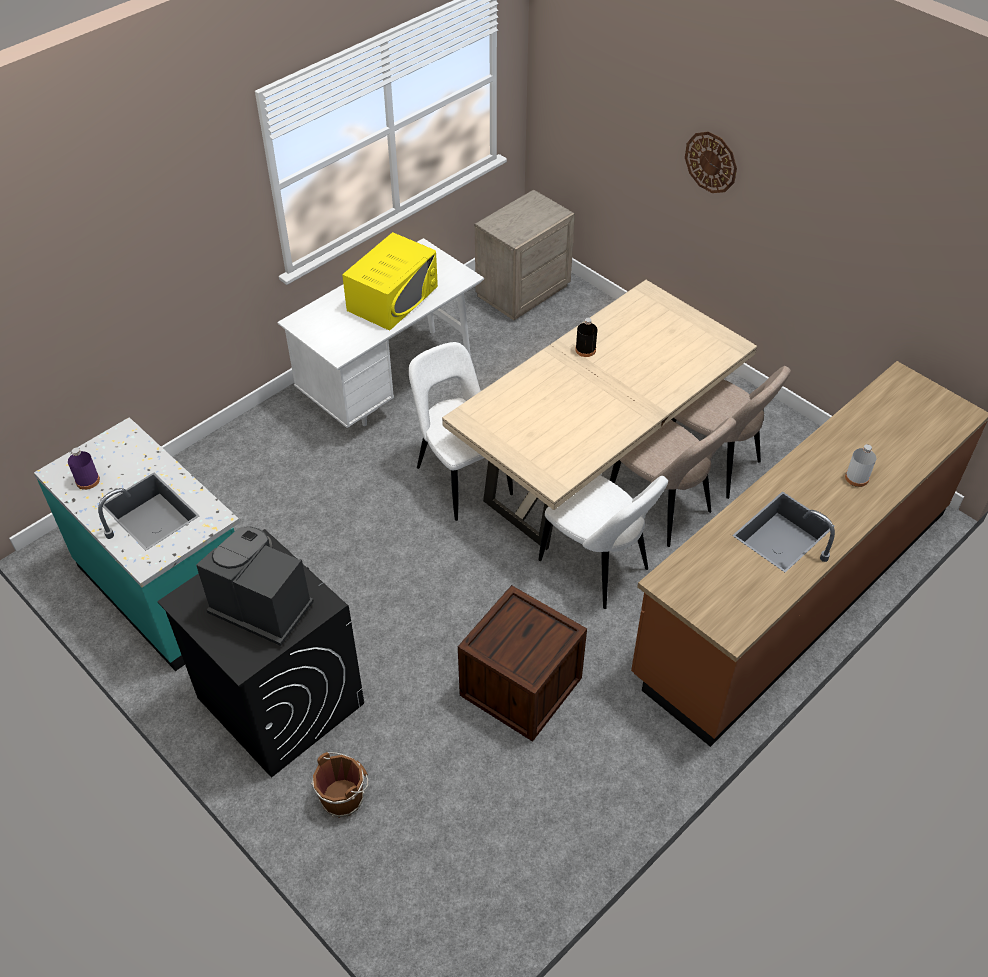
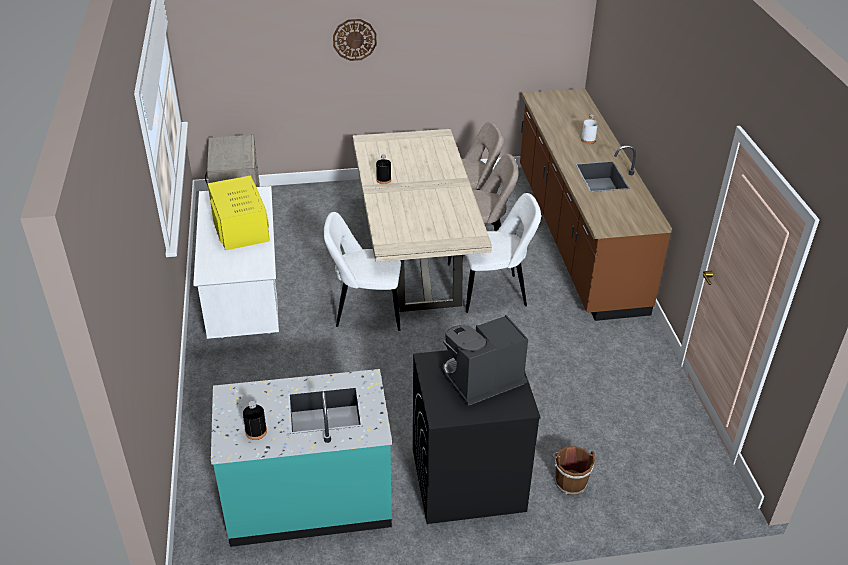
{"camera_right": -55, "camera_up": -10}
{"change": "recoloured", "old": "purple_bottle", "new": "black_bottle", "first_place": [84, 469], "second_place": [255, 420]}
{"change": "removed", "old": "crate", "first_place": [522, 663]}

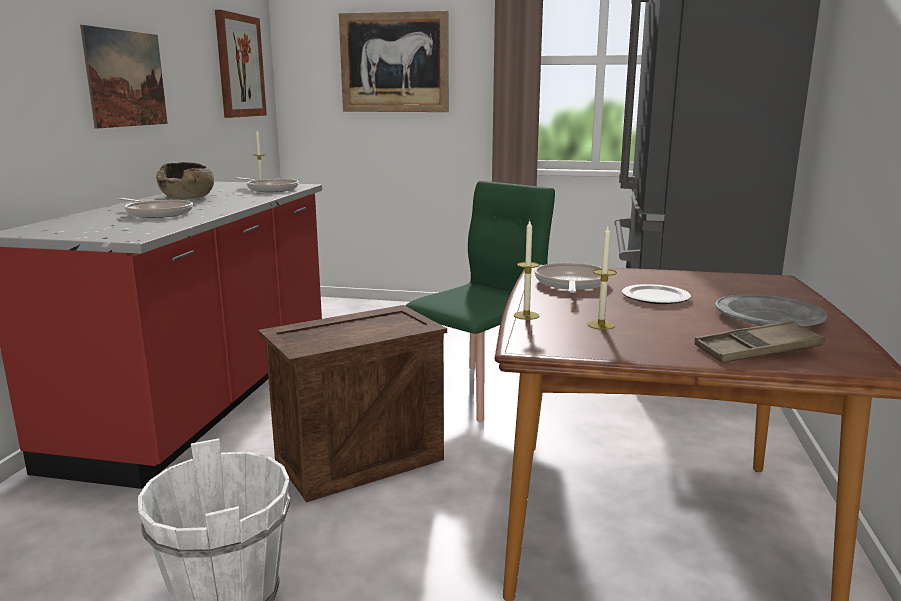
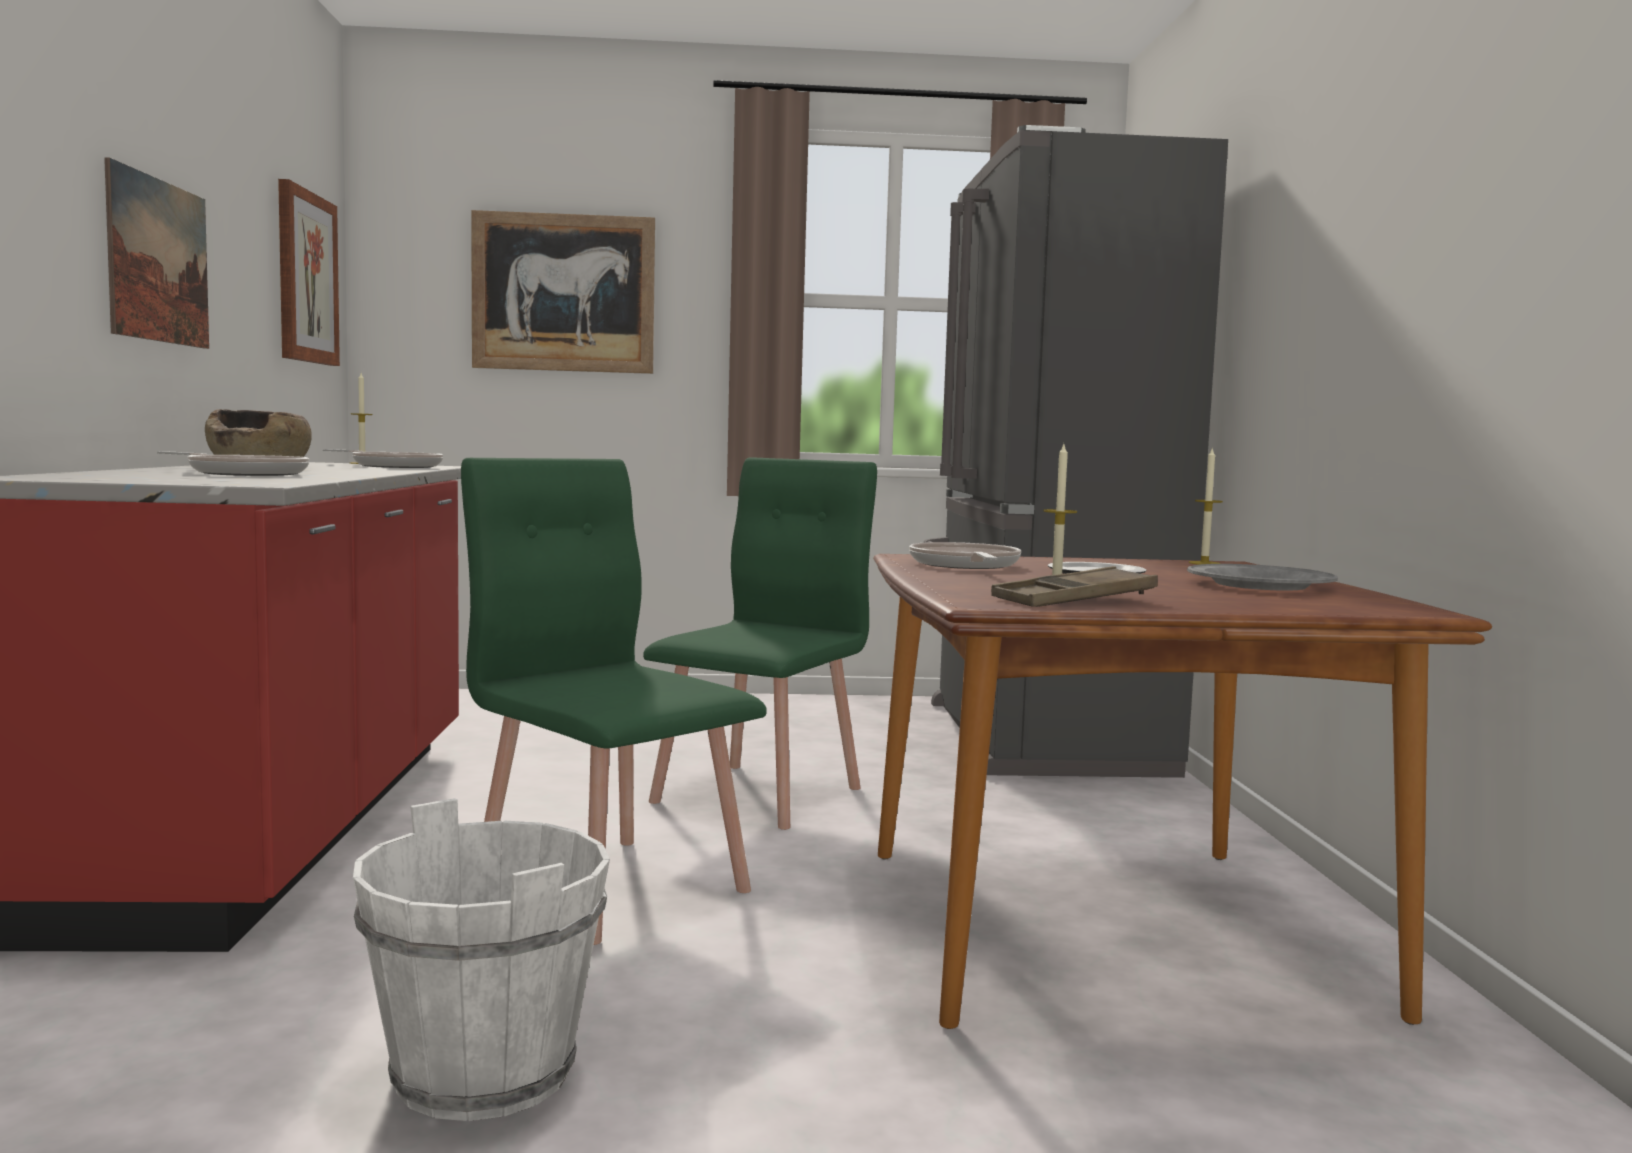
{"camera_right": -15, "camera_up": -10}
{"change": "replaced", "old": "crate", "new": "green_chair", "first_place": [352, 403], "second_place": [614, 701]}
{"change": "moved", "old": "brown_tray", "first_place": [760, 341], "second_place": [1074, 586]}
{"change": "moved", "old": "candle", "first_place": [527, 270], "second_place": [1206, 506]}

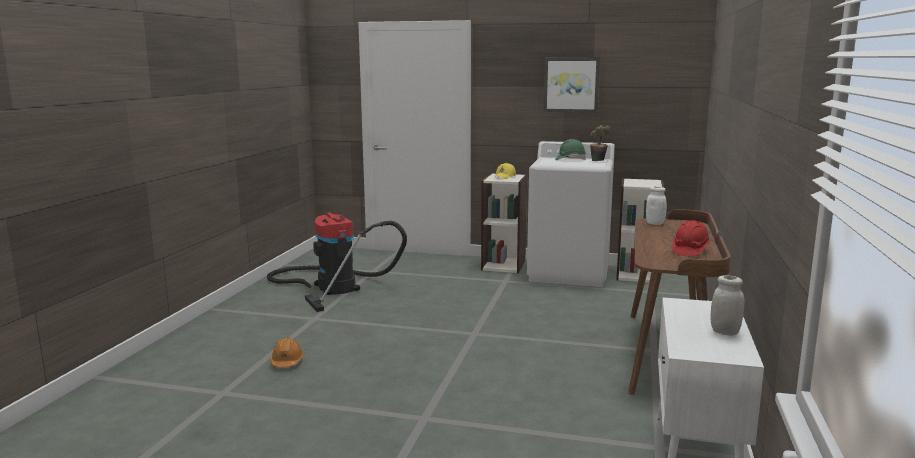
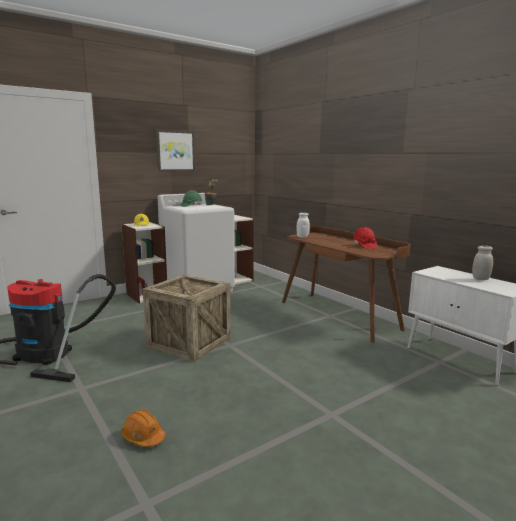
{"camera_right": -50, "camera_up": 0}
{"change": "added", "new": "crate", "second_place": [187, 318]}

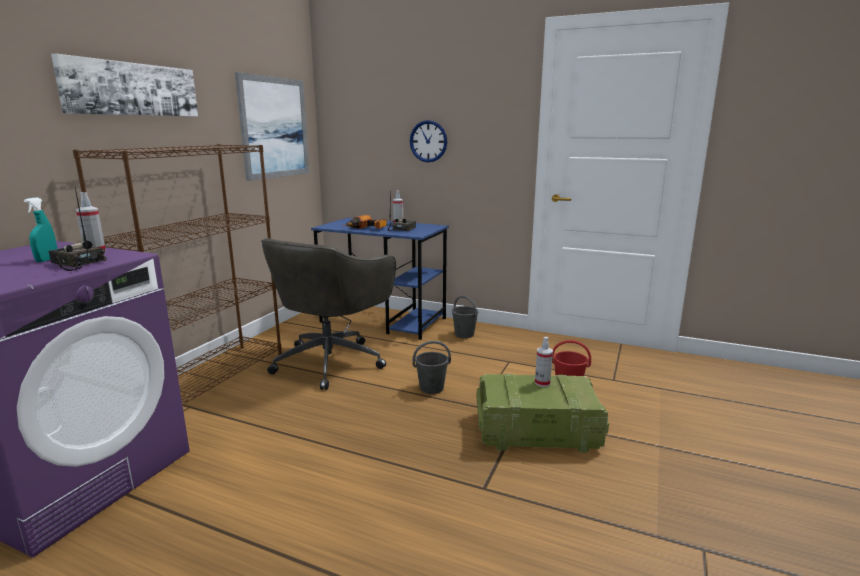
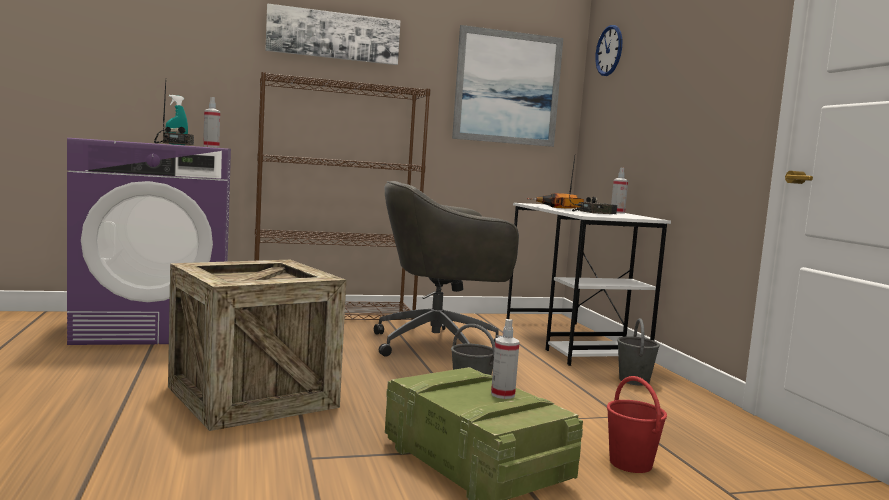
{"camera_right": 50, "camera_up": -10}
{"change": "added", "new": "crate", "second_place": [257, 345]}
{"change": "recoloured", "old": "blue_desk", "new": "white_desk", "first_place": [380, 279], "second_place": [589, 284]}
{"change": "moved", "old": "wall_clock", "first_place": [428, 141], "second_place": [608, 50]}

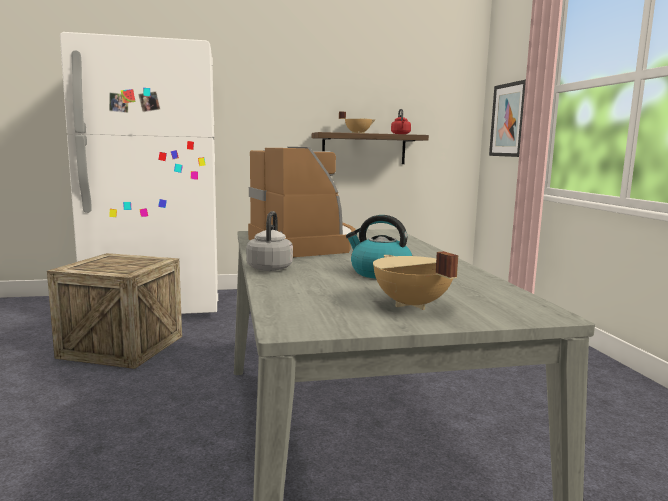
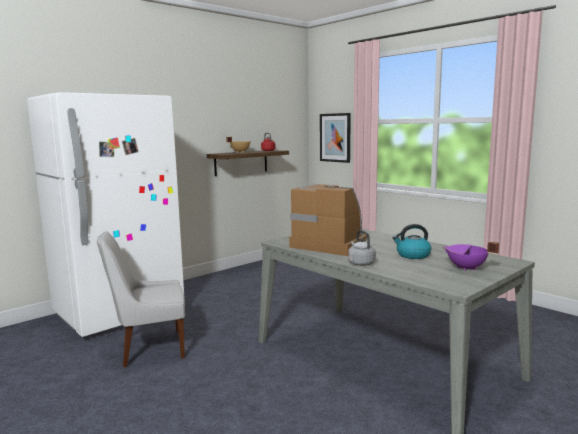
{"camera_right": -30, "camera_up": 0}
{"change": "replaced", "old": "crate", "new": "white_chair", "first_place": [114, 311], "second_place": [141, 299]}
{"change": "recoloured", "old": "beige_cooking_pot", "new": "purple_cooking_pot", "first_place": [415, 280], "second_place": [470, 256]}

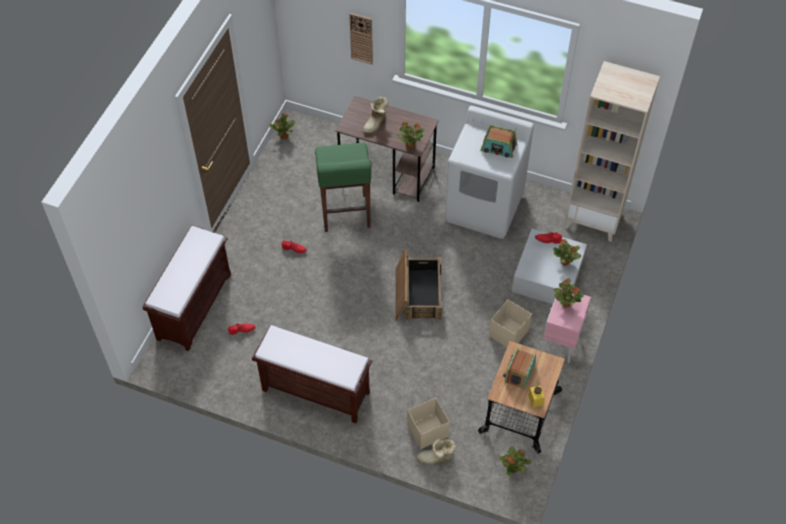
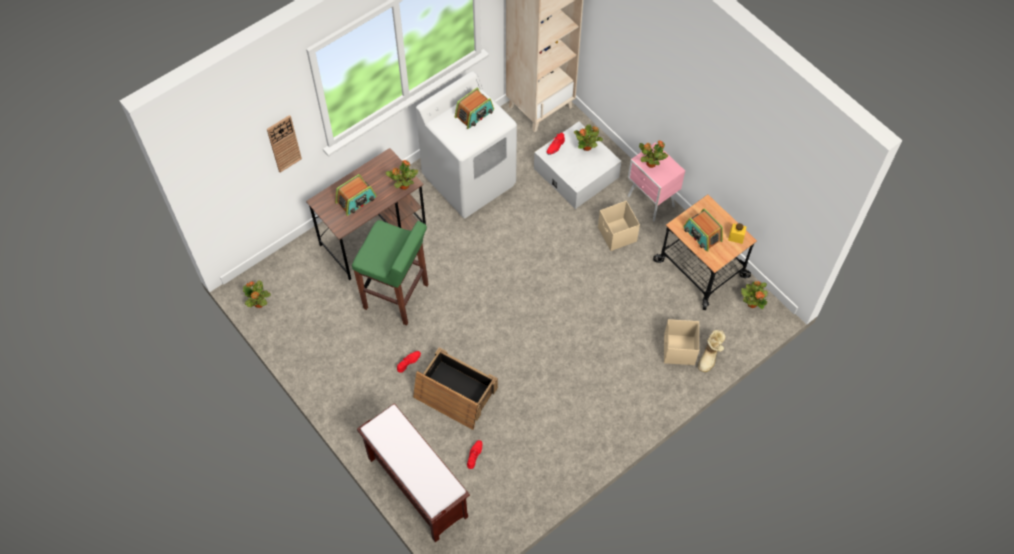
{"camera_right": -60, "camera_up": 5}
{"change": "replaced", "old": "boot", "new": "radio", "first_place": [375, 115], "second_place": [355, 195]}
{"change": "moved", "old": "crate", "first_place": [419, 285], "second_place": [455, 389]}
{"change": "removed", "old": "brown_bench", "first_place": [312, 374]}

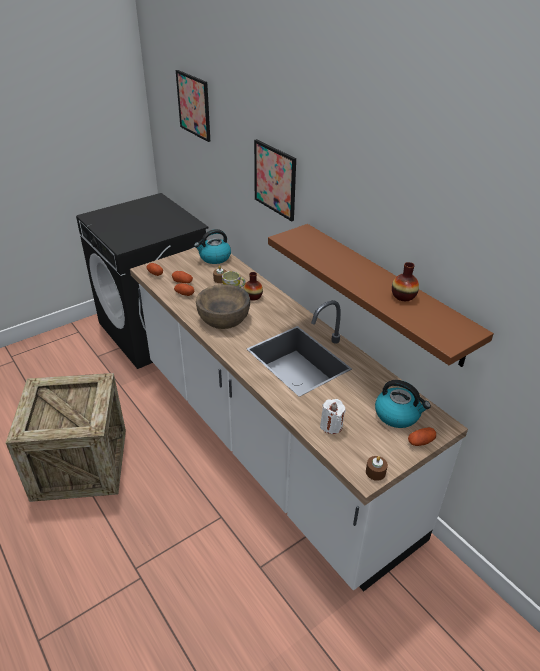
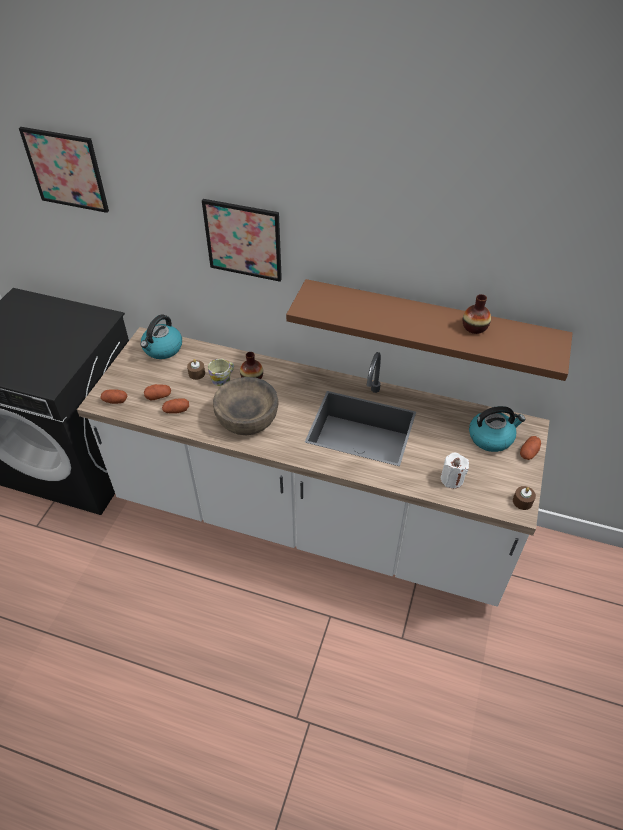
{"camera_right": -35, "camera_up": 10}
{"change": "removed", "old": "crate", "first_place": [66, 437]}

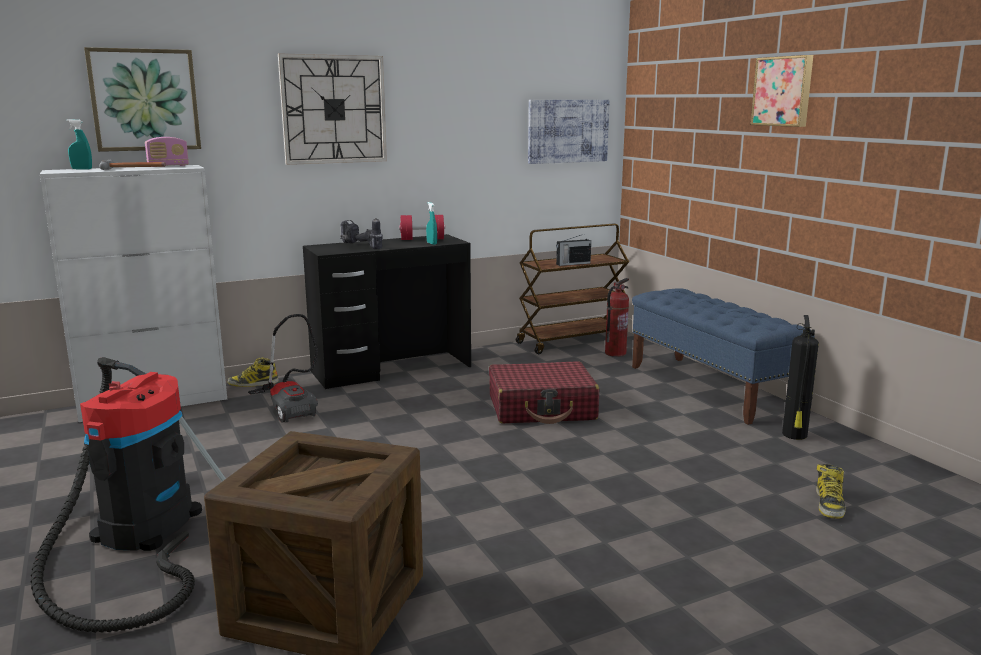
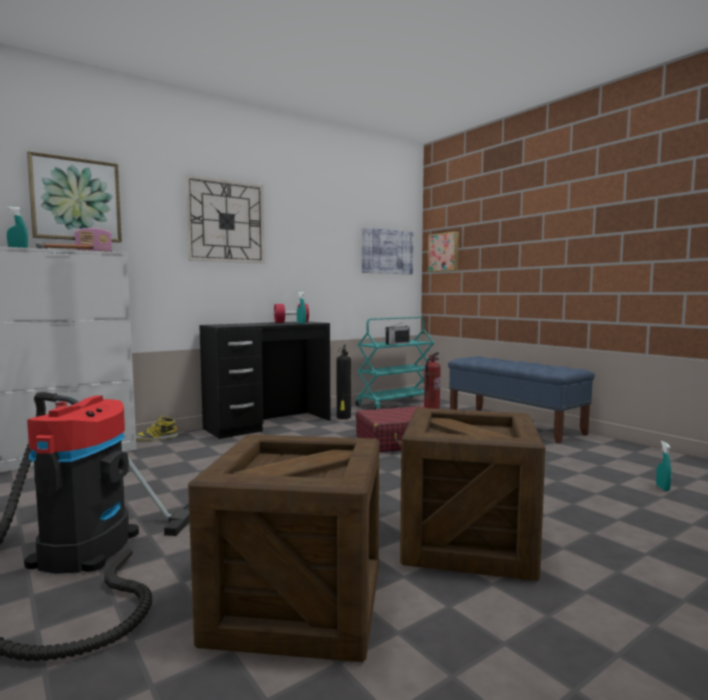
{"camera_right": -10, "camera_up": -10}
{"change": "moved", "old": "fire_extinguisher", "first_place": [800, 377], "second_place": [343, 382]}
{"change": "recoloured", "old": "brown_cart", "new": "turquoise_cart", "first_place": [572, 288], "second_place": [394, 363]}
{"change": "added", "new": "crate", "second_place": [472, 494]}
{"change": "moved", "old": "picture", "first_place": [781, 91], "second_place": [443, 251]}
{"change": "replaced", "old": "boot", "new": "turquoise_spray_bottle", "first_place": [831, 491], "second_place": [664, 466]}
{"change": "removed", "old": "vacuum_cleaner", "first_place": [283, 368]}
{"change": "removed", "old": "power_drill", "first_place": [361, 233]}

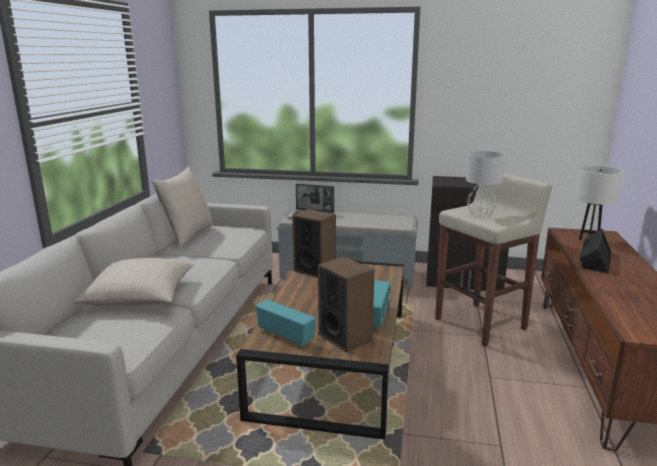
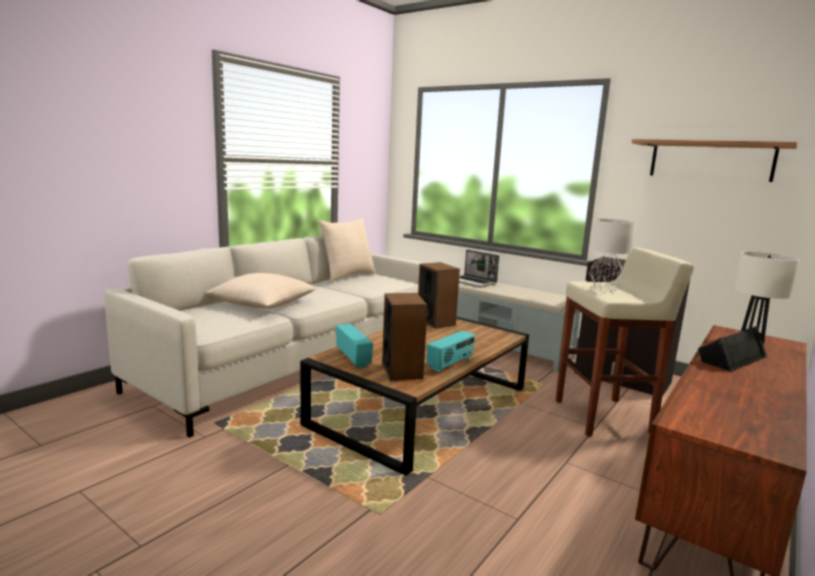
{"camera_right": 25, "camera_up": -5}
{"change": "added", "new": "shelf", "second_place": [714, 160]}

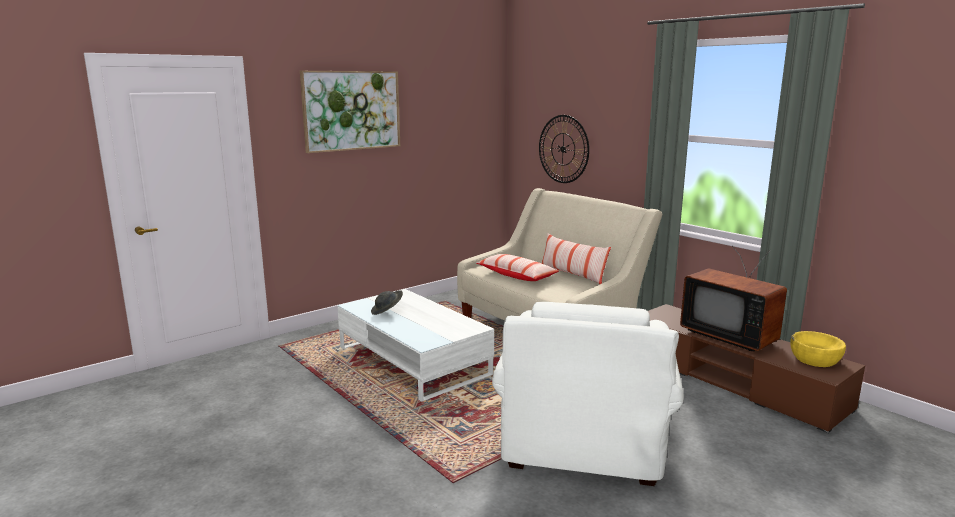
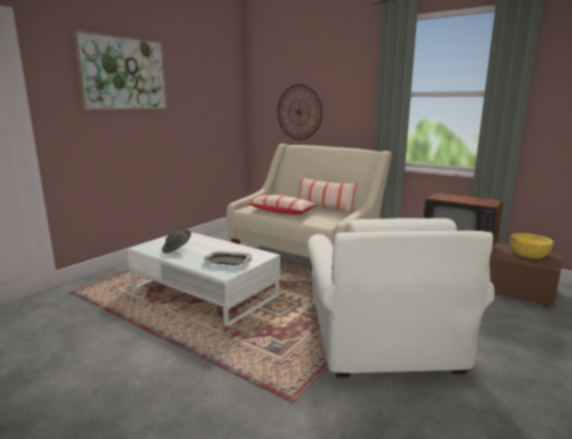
{"camera_right": -15, "camera_up": 0}
{"change": "added", "new": "tray", "second_place": [227, 258]}

